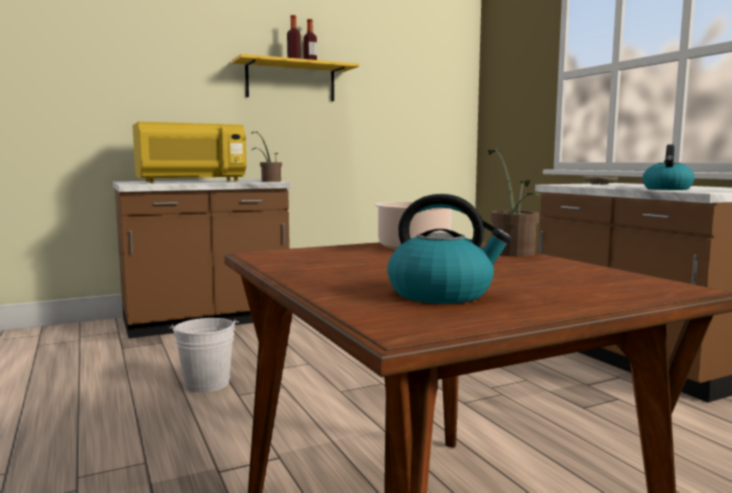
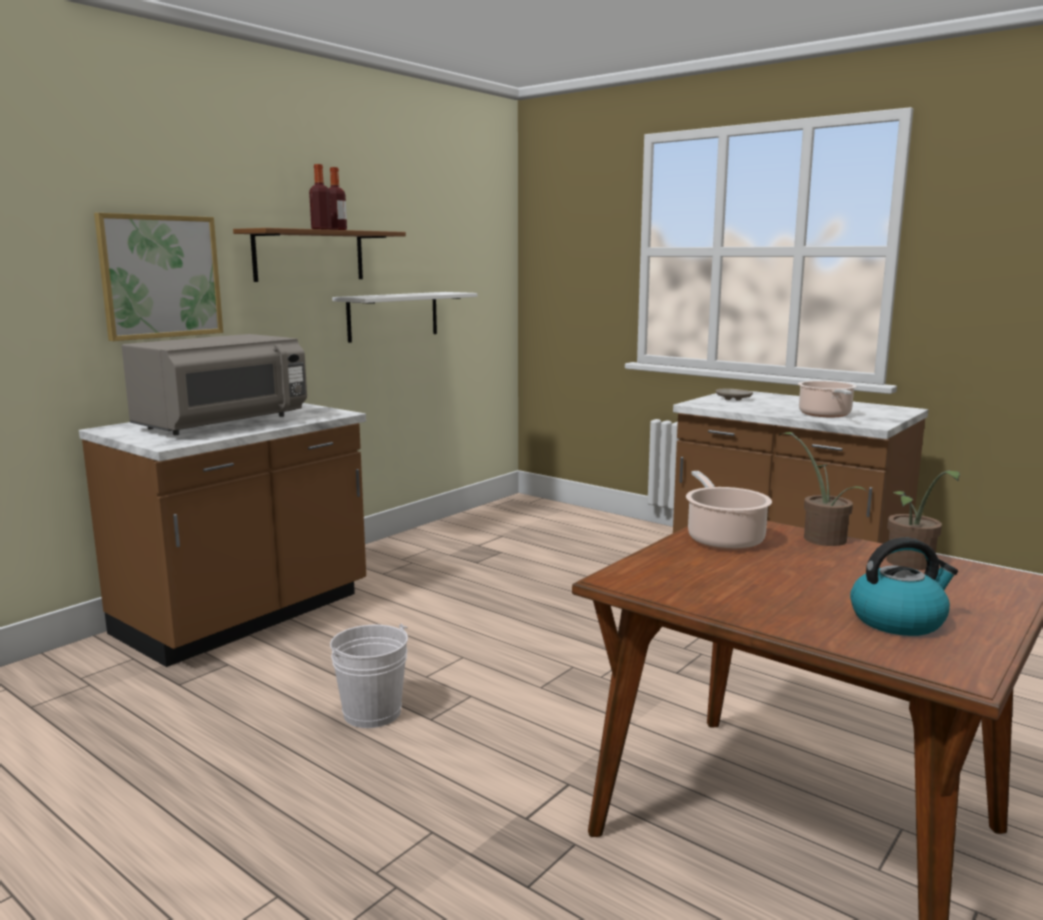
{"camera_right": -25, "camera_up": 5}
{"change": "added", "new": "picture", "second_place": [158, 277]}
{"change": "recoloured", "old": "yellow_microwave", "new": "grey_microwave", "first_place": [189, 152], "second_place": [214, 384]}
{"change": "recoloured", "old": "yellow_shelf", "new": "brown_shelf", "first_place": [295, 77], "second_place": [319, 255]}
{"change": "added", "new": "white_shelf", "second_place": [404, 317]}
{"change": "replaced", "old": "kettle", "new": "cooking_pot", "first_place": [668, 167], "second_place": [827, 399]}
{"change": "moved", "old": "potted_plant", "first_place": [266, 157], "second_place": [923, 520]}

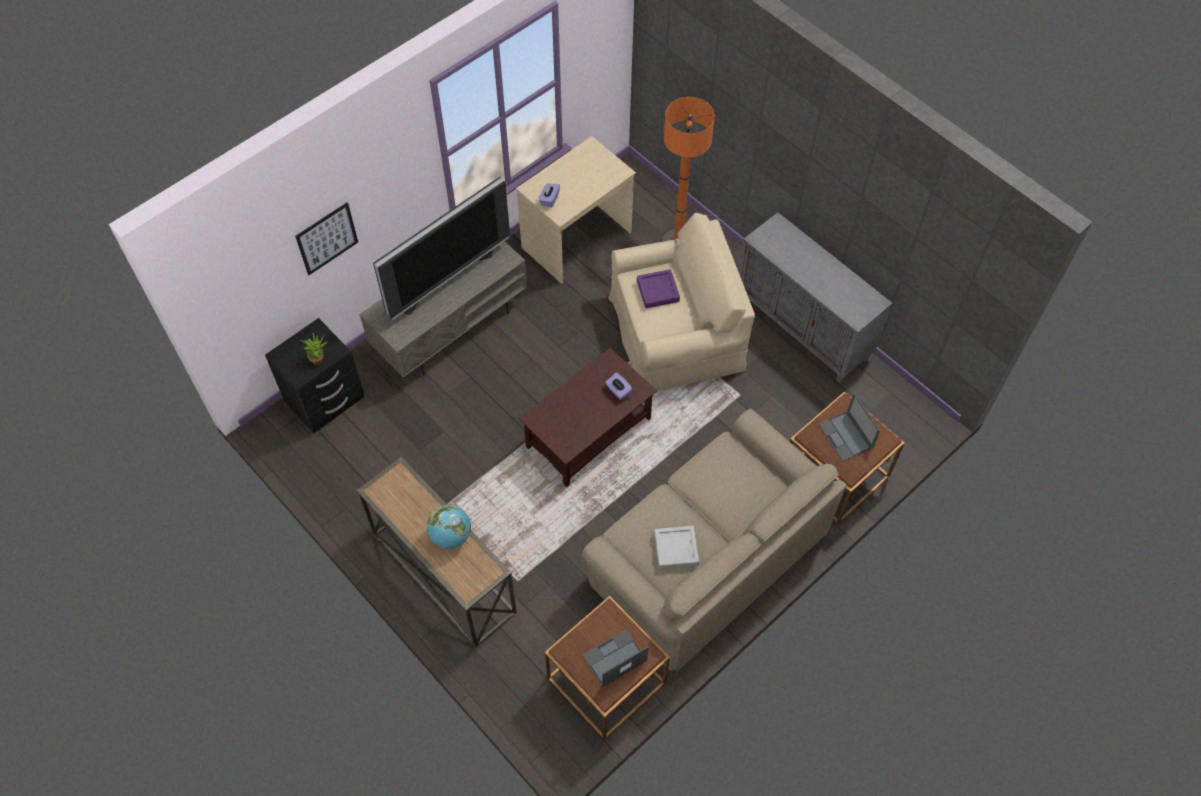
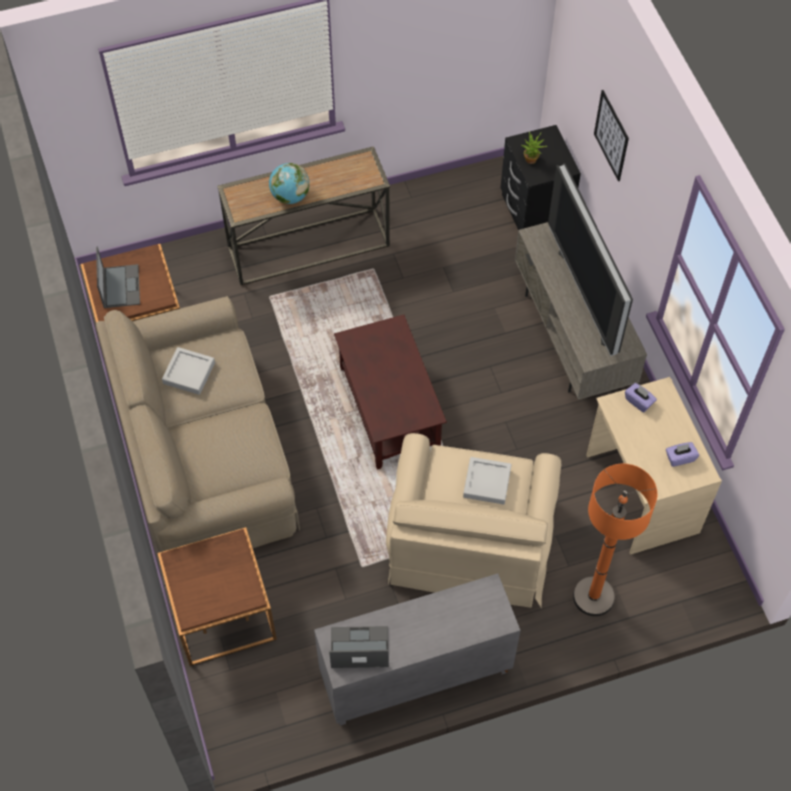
{"camera_right": 115, "camera_up": 0}
{"change": "moved", "old": "laptop", "first_place": [849, 427], "second_place": [359, 647]}
{"change": "recoloured", "old": "purple_tray", "new": "grey_tray", "first_place": [658, 288], "second_place": [487, 481]}
{"change": "moved", "old": "purple_tissue_box", "first_place": [618, 386], "second_place": [682, 454]}

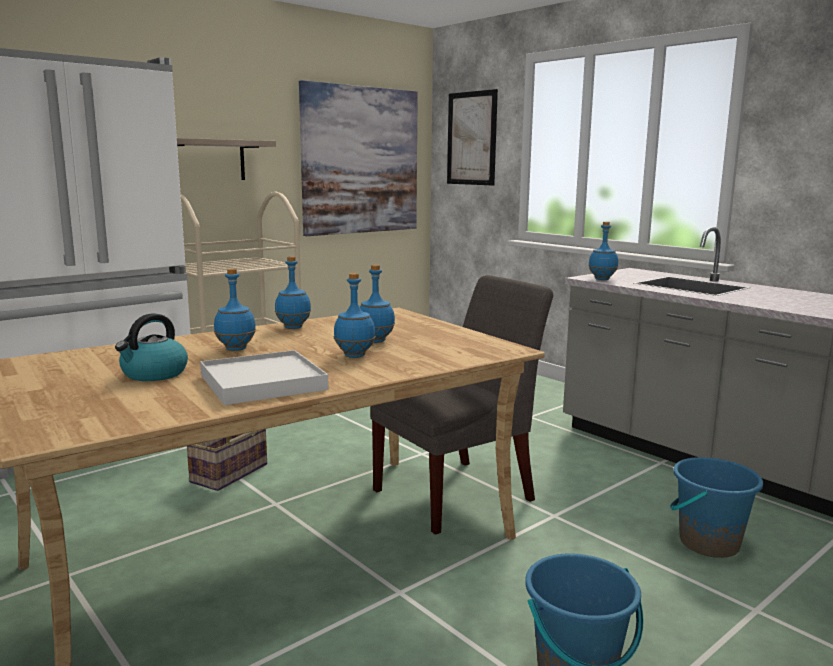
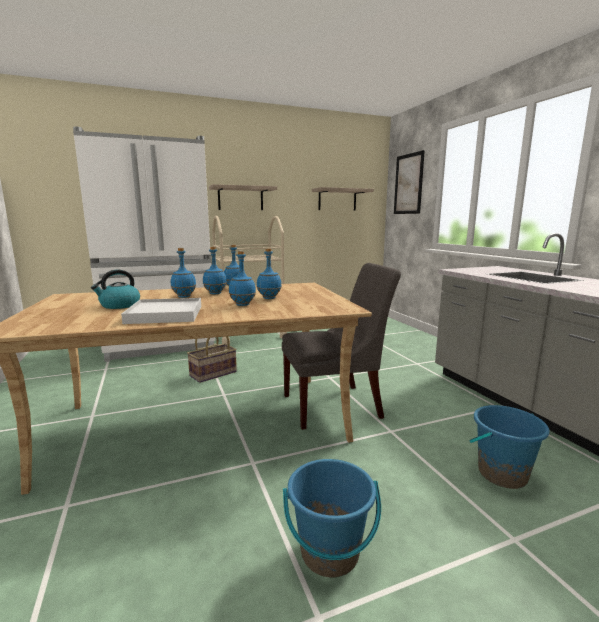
{"camera_right": 20, "camera_up": 0}
{"change": "moved", "old": "blue_bottle", "first_place": [603, 251], "second_place": [215, 270]}
{"change": "replaced", "old": "picture", "new": "shelf", "first_place": [358, 158], "second_place": [343, 199]}

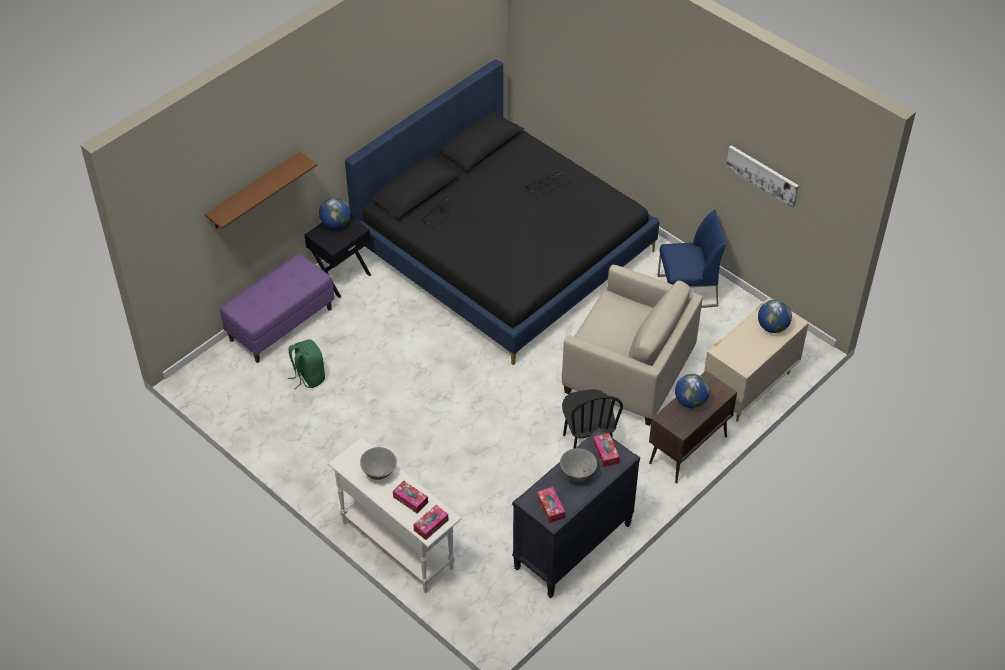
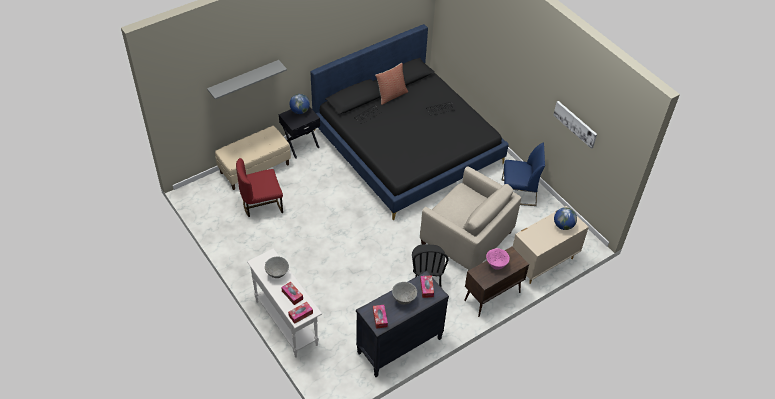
{"camera_right": 10, "camera_up": 0}
{"change": "recoloured", "old": "brown_shelf", "new": "grey_shelf", "first_place": [261, 190], "second_place": [247, 79]}
{"change": "recoloured", "old": "purple_bench", "new": "beige_bench", "first_place": [277, 308], "second_place": [253, 158]}
{"change": "replaced", "old": "green_backpack", "new": "red_chair", "first_place": [306, 364], "second_place": [259, 187]}
{"change": "added", "new": "pillow", "second_place": [391, 84]}
{"change": "replaced", "old": "globe", "new": "pink_bowl", "first_place": [692, 391], "second_place": [498, 259]}

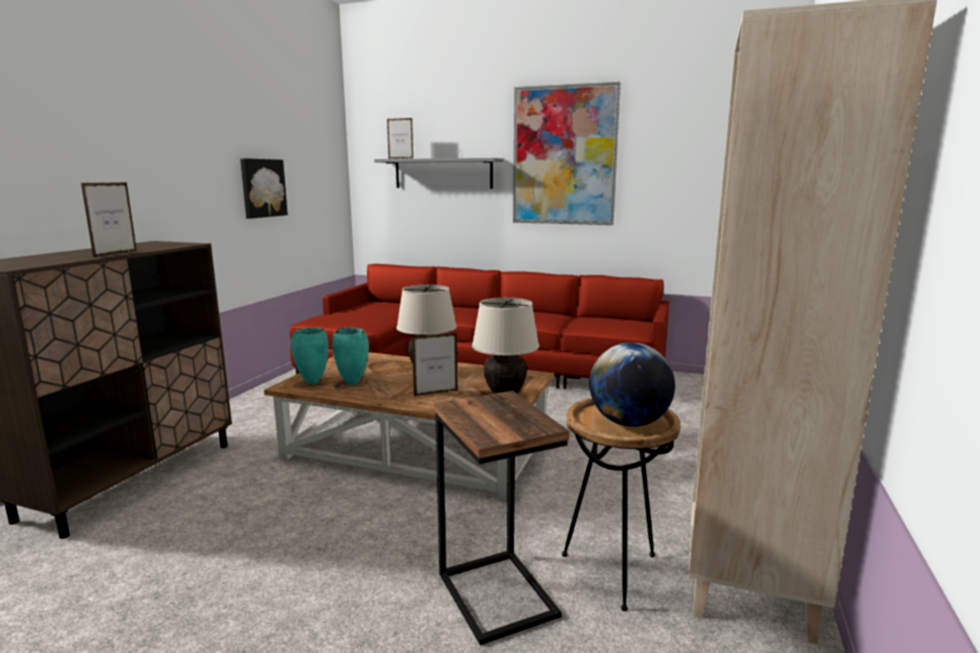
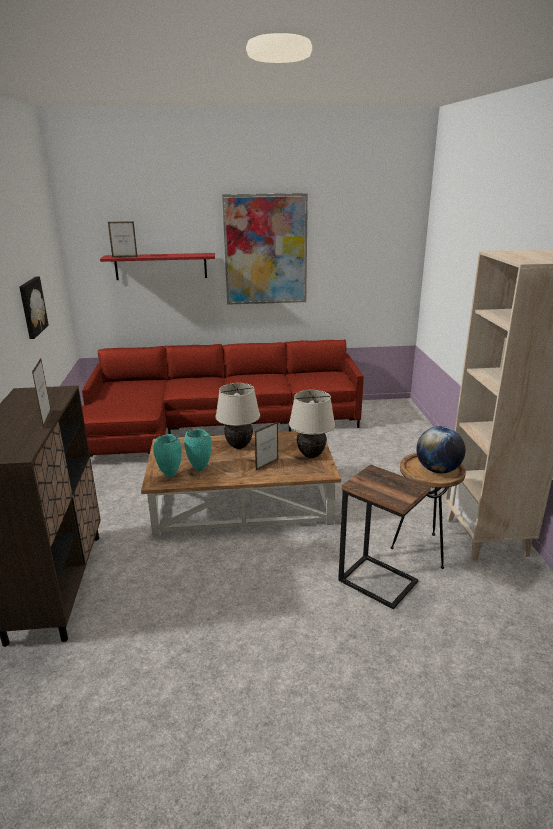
{"camera_right": -25, "camera_up": 10}
{"change": "recoloured", "old": "grey_shelf", "new": "red_shelf", "first_place": [438, 173], "second_place": [157, 266]}

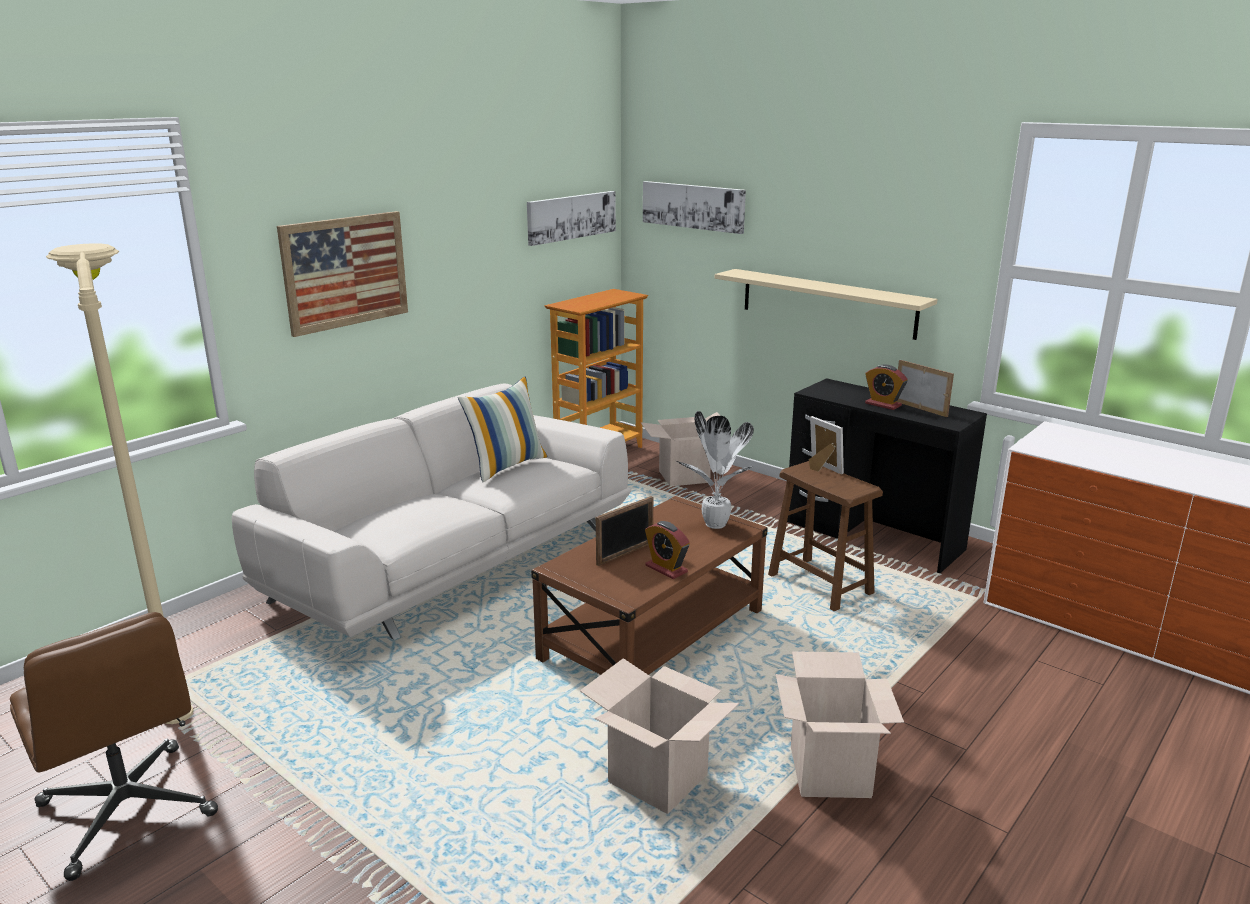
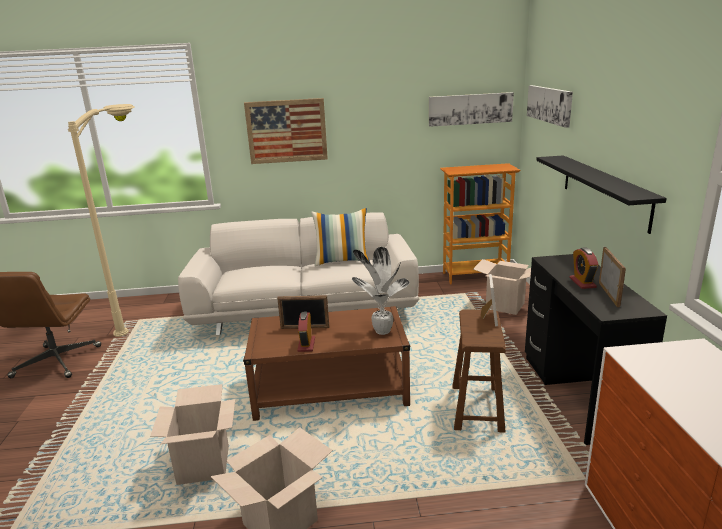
{"camera_right": 45, "camera_up": 0}
{"change": "recoloured", "old": "beige_shelf", "new": "black_shelf", "first_place": [826, 304], "second_place": [601, 194]}

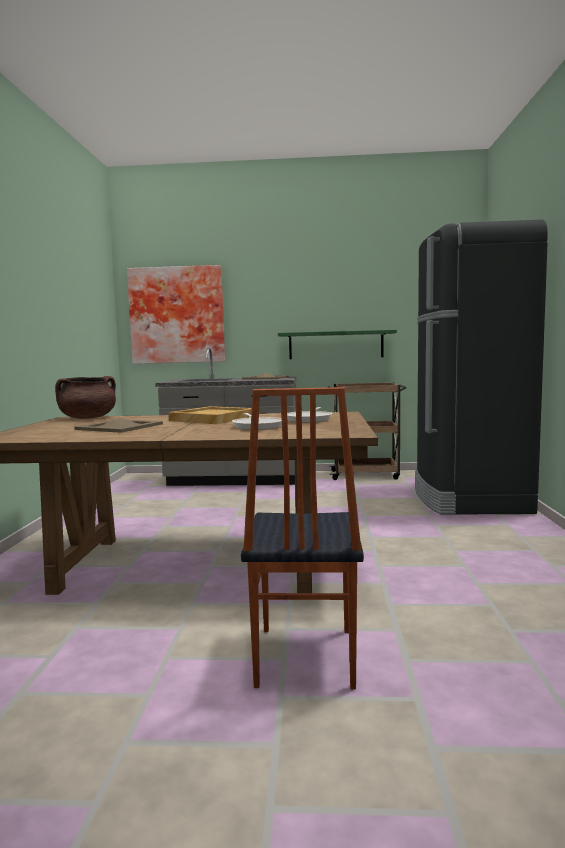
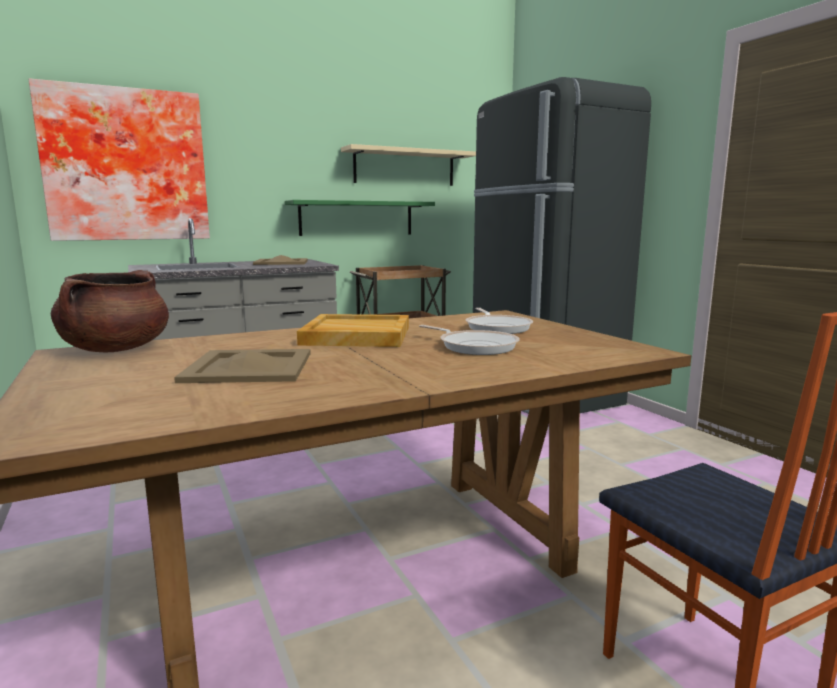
{"camera_right": -30, "camera_up": 5}
{"change": "added", "new": "beige_shelf", "second_place": [408, 165]}

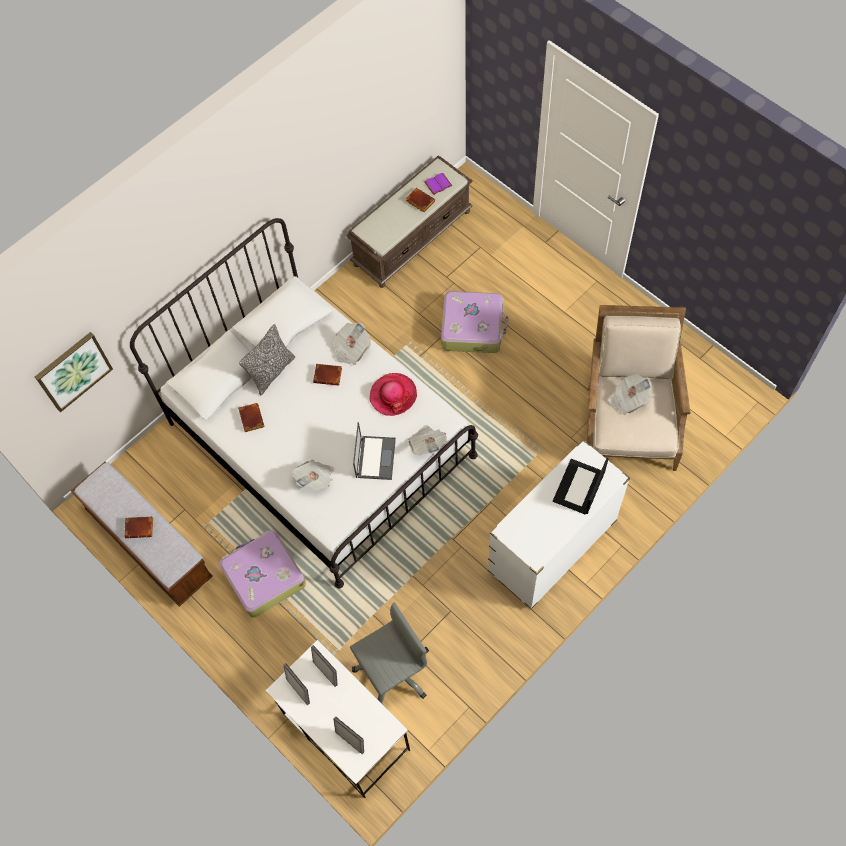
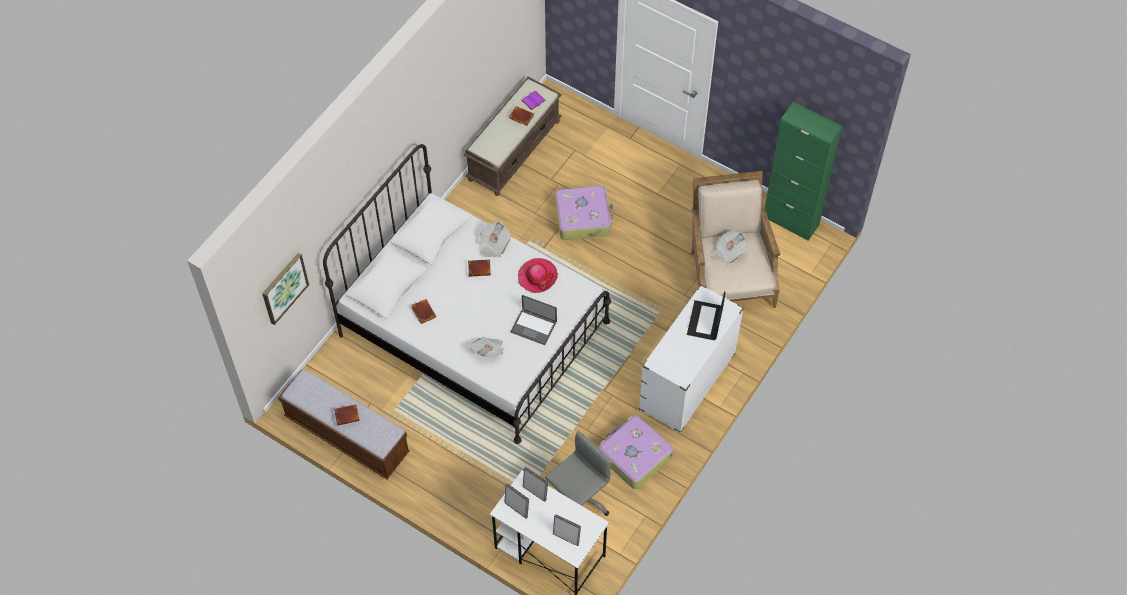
{"camera_right": -15, "camera_up": -5}
{"change": "turned", "old": "laptop", "first_place": [374, 451], "second_place": [533, 320], "degrees": 120}
{"change": "moved", "old": "suitcase", "first_place": [262, 574], "second_place": [636, 452]}
{"change": "added", "new": "green_cabinet", "second_place": [804, 171]}
{"change": "removed", "old": "pillow", "first_place": [267, 360]}
{"change": "removed", "old": "newspaper", "first_place": [427, 440]}

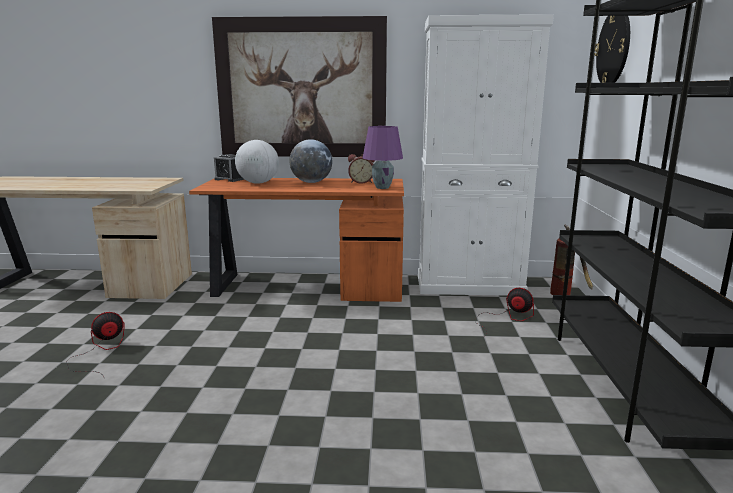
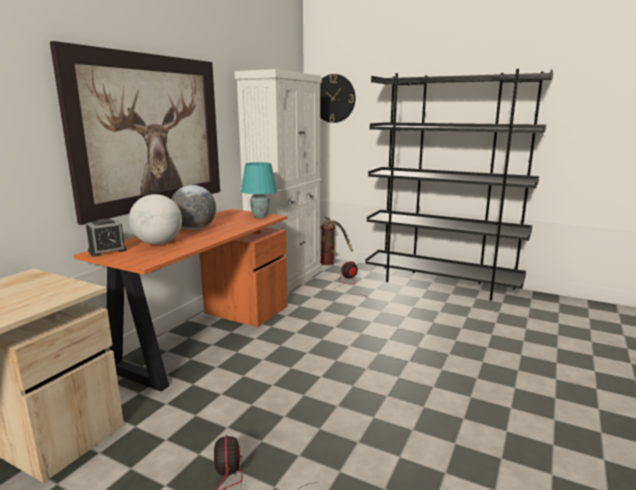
{"camera_right": -65, "camera_up": 0}
{"change": "recoloured", "old": "purple_table_lamp", "new": "turquoise_table_lamp", "first_place": [383, 157], "second_place": [259, 190]}
{"change": "removed", "old": "alarm_clock", "first_place": [361, 169]}

